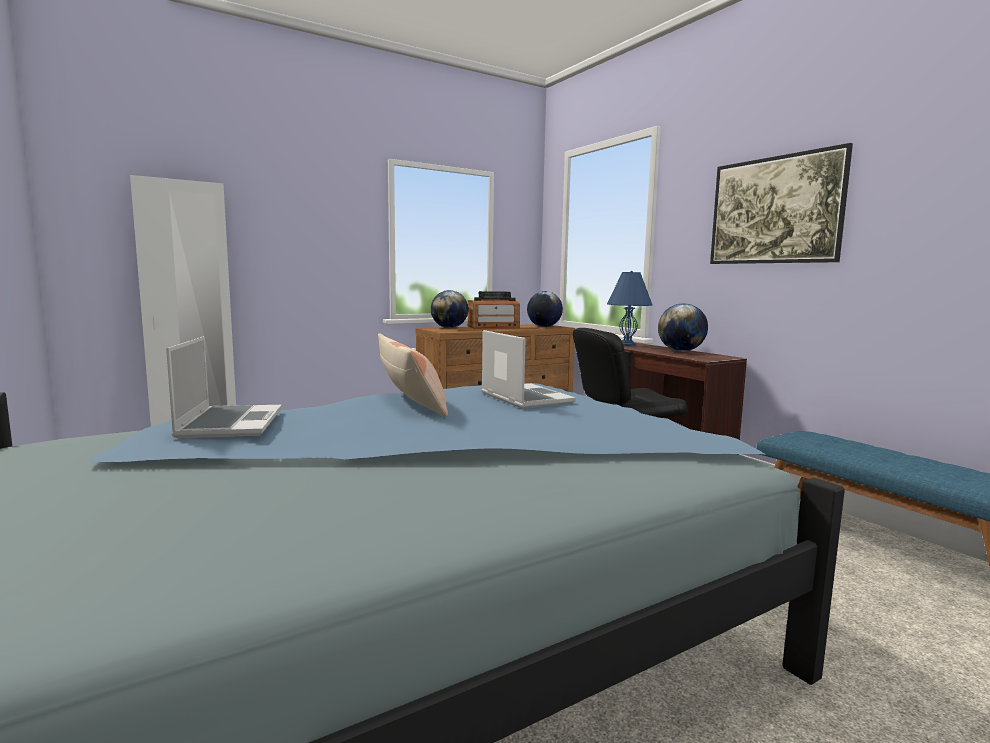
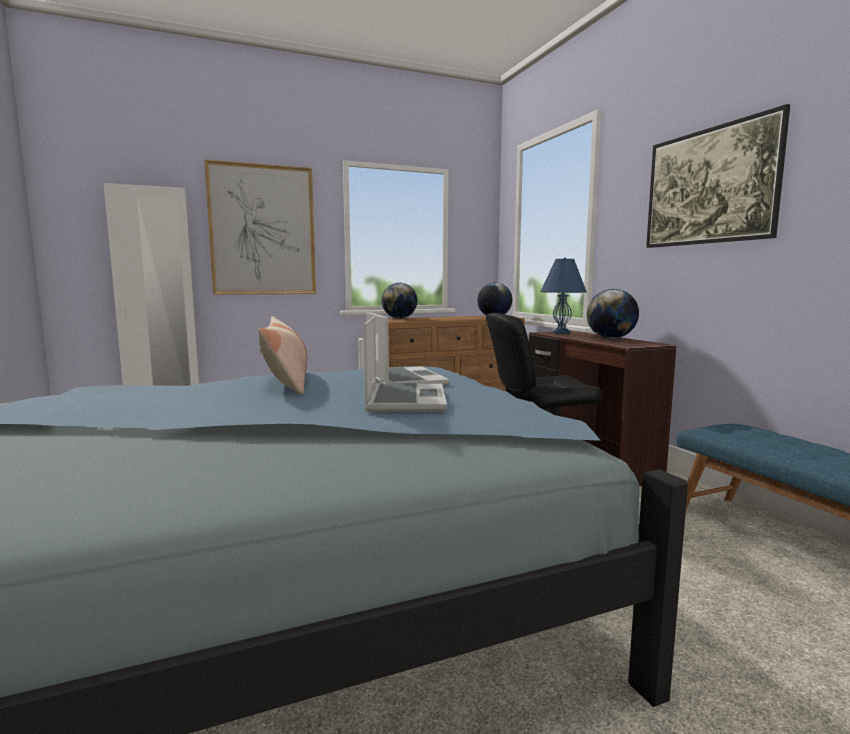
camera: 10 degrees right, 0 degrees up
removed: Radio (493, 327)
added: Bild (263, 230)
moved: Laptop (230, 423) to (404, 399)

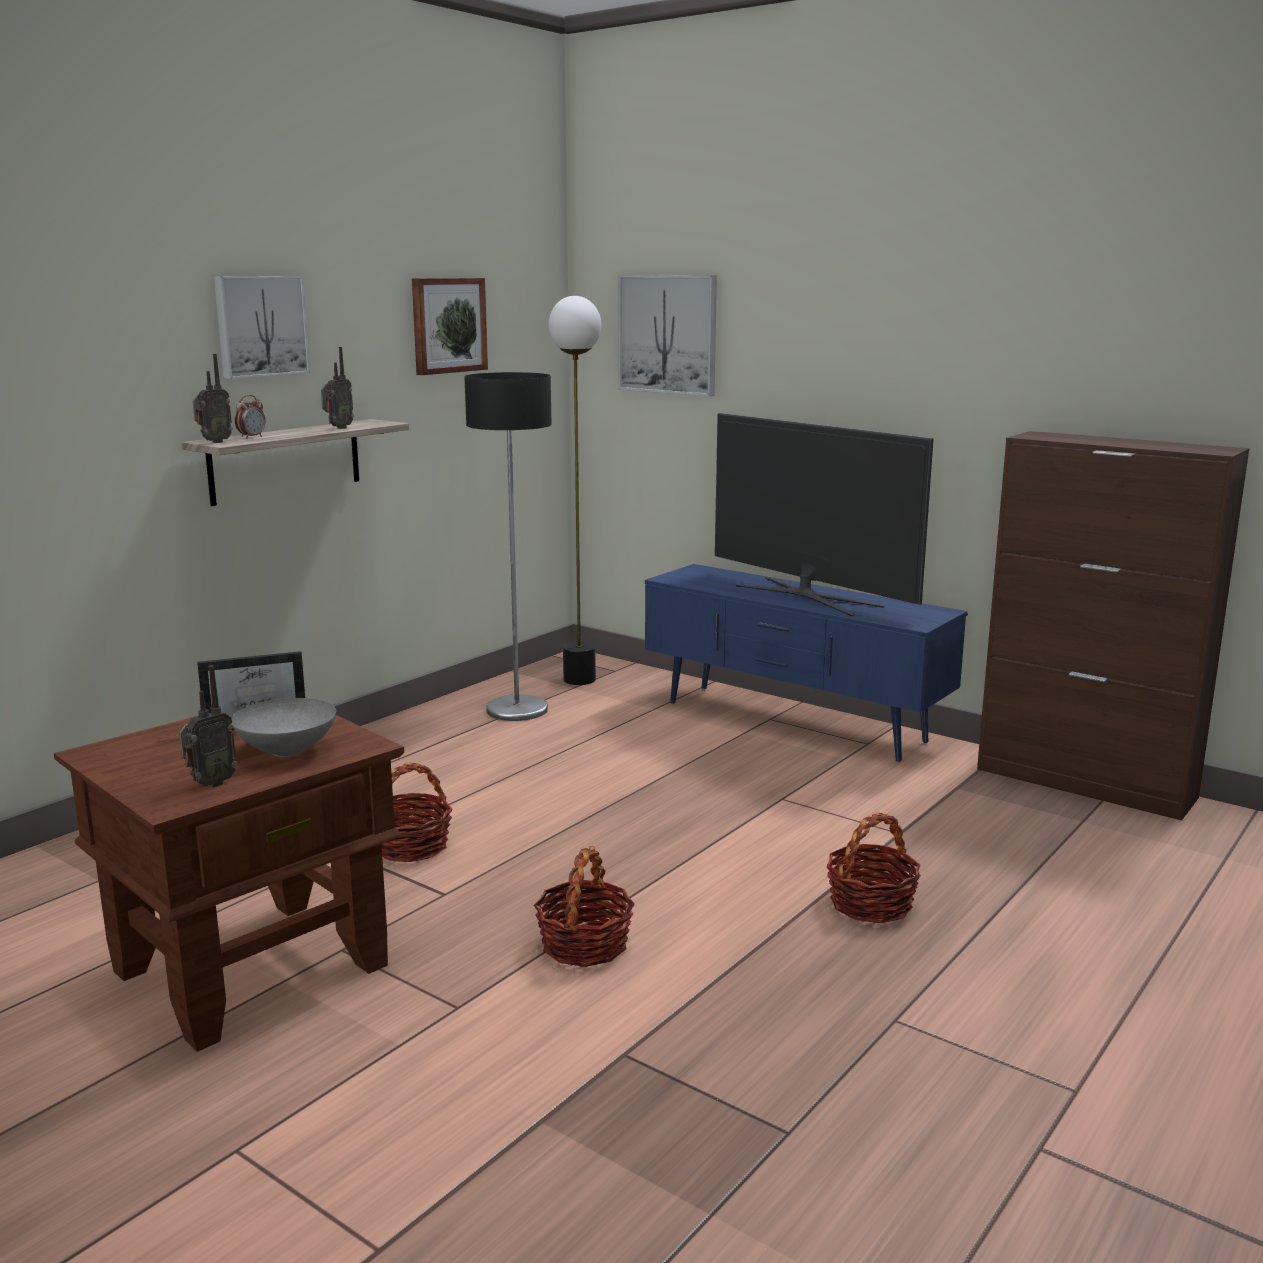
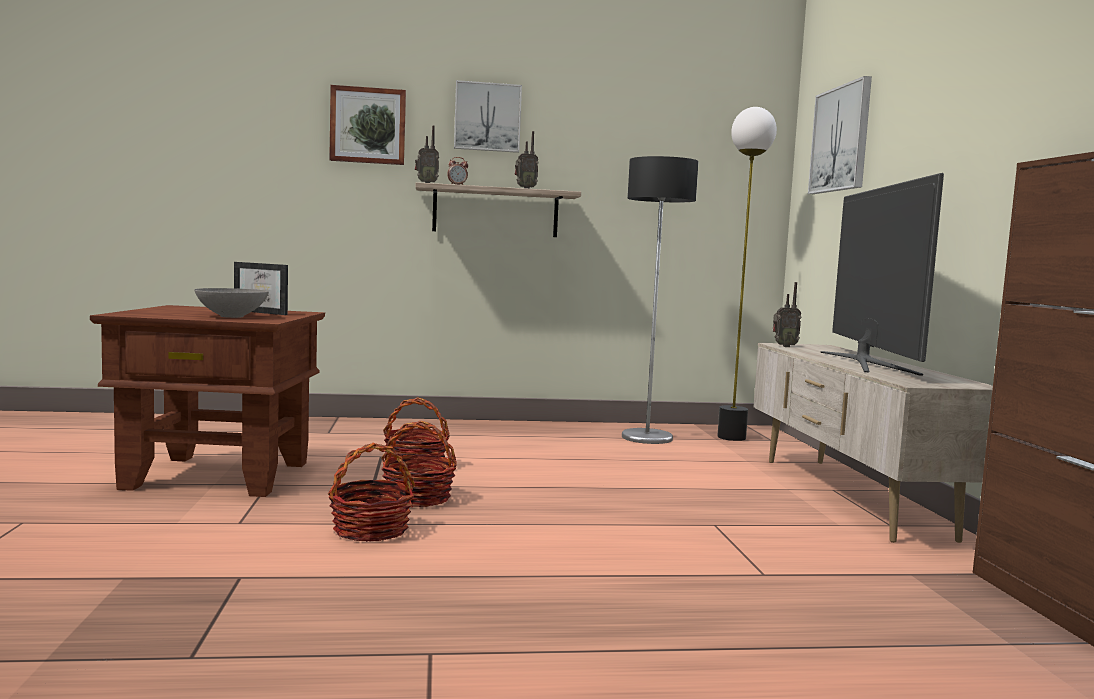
camera: 45 degrees right, 10 degrees down
moved: Radio (210, 784) to (783, 346); Bild (448, 325) to (368, 126); Korb (871, 904) to (418, 498)
recoloured: Fernsehschrank (blau) (792, 722) to Fernsehschrank (beige) (849, 496)

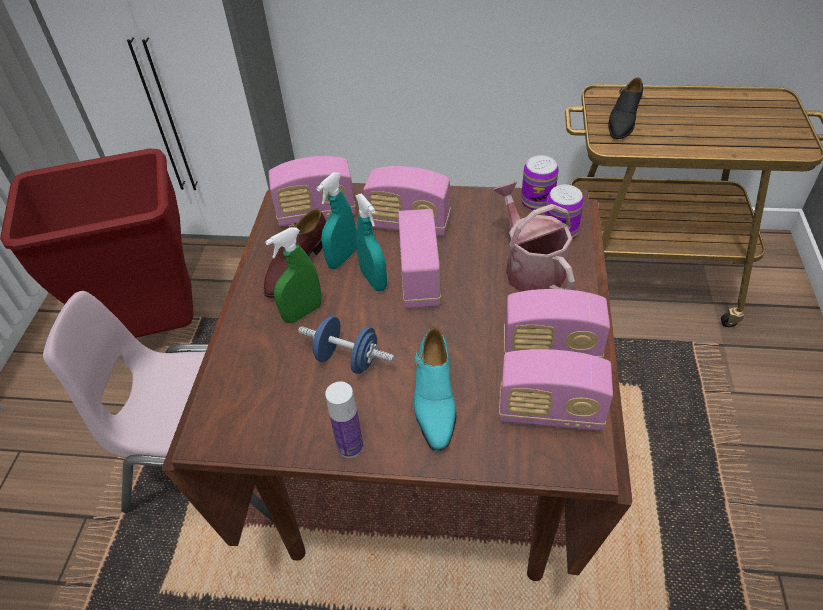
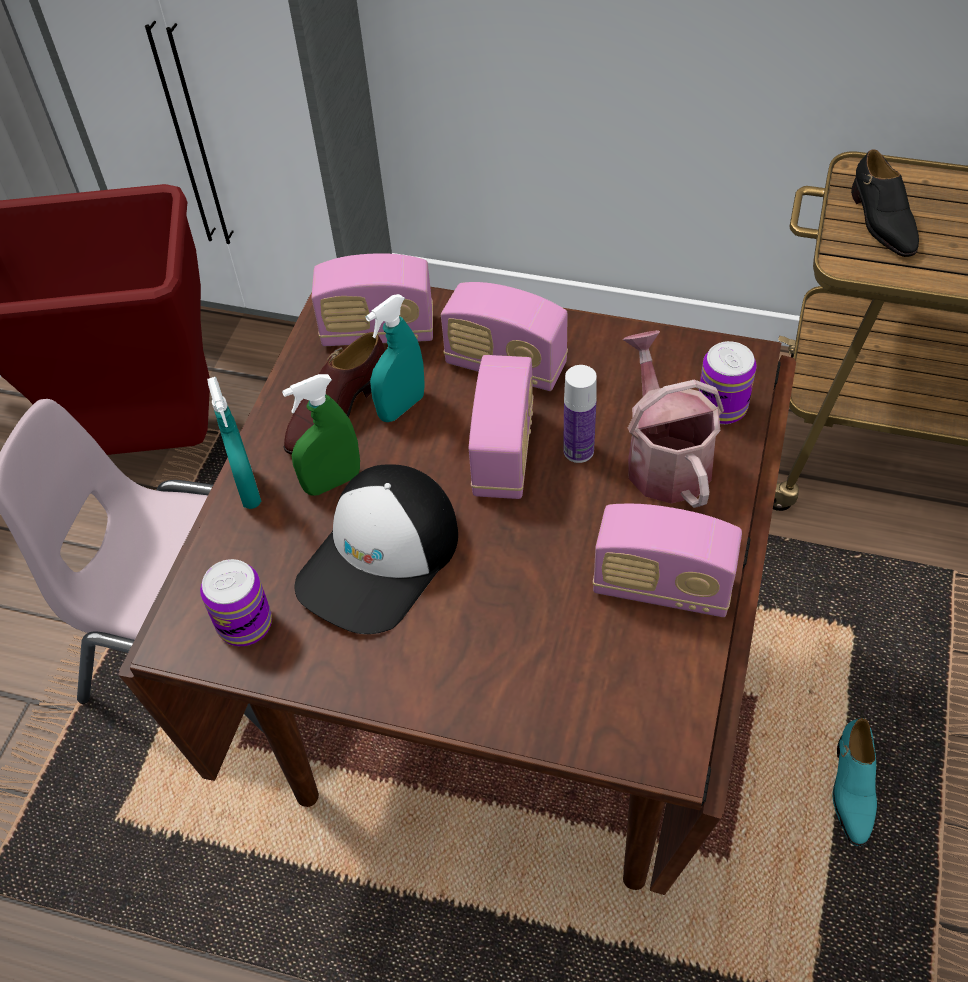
camera: 10 degrees right, 5 degrees up
removed: Radio (550, 412)
moved: Flasche (350, 446) to (578, 451); Sprühflasche (türkis) (374, 280) to (248, 489); Schuh (türkis) (434, 400) to (851, 789); Dose (537, 202) to (245, 624)
replaced: Hantel (blau) (347, 359) to Kappe (381, 559)
turned: Schuh (schwarz) (623, 121) = (881, 221) 45 degrees counterclockwise

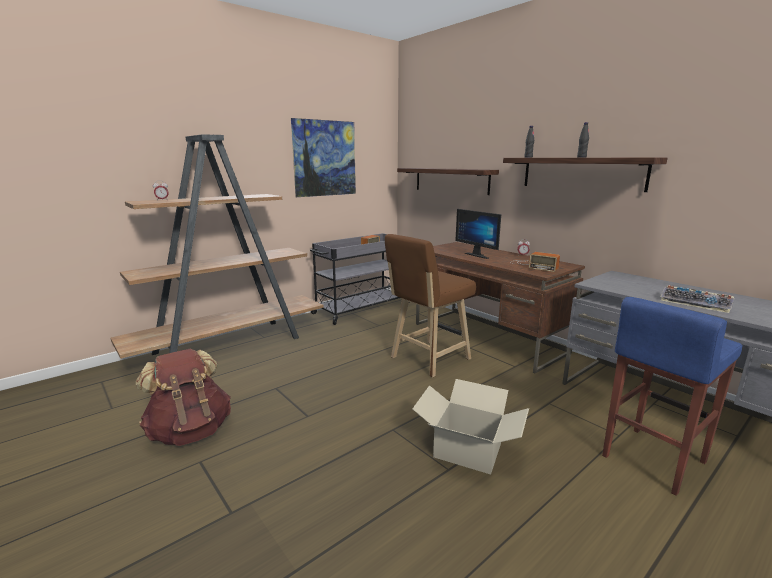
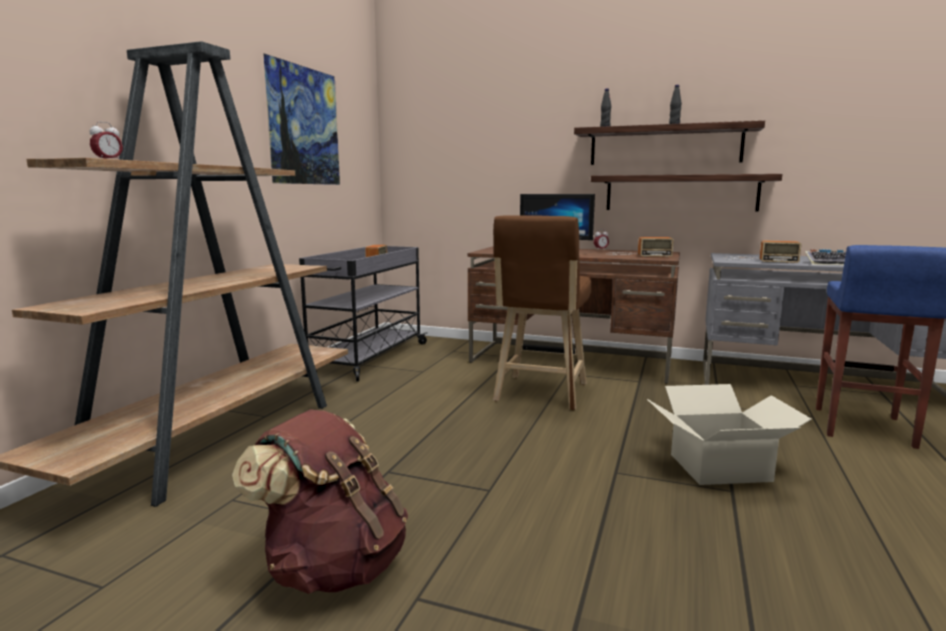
camera: 30 degrees left, 5 degrees down
added: Radio (757, 260)
moved: Wandregal (451, 180) to (680, 193)

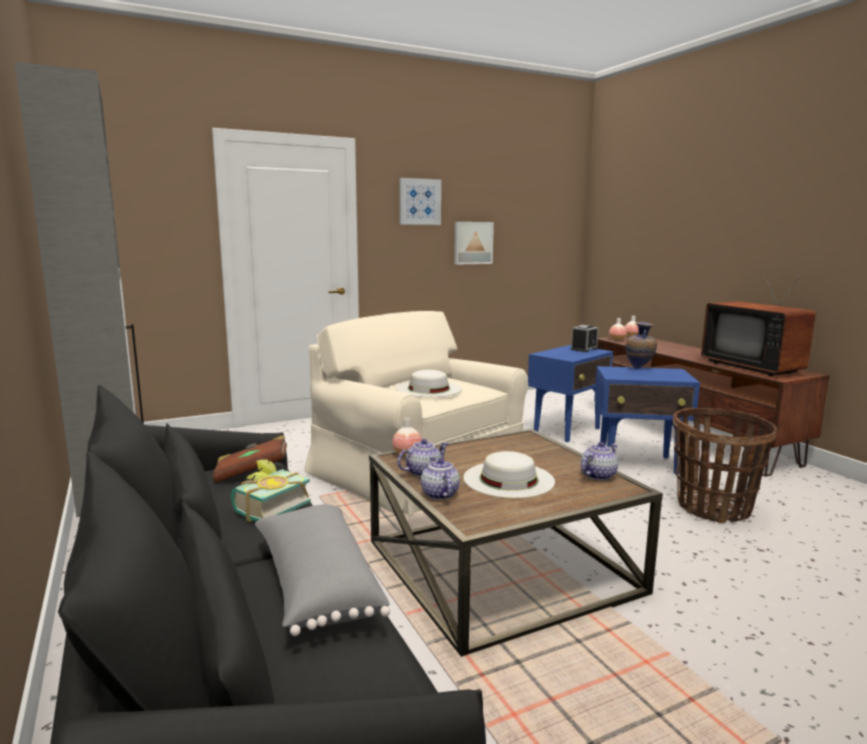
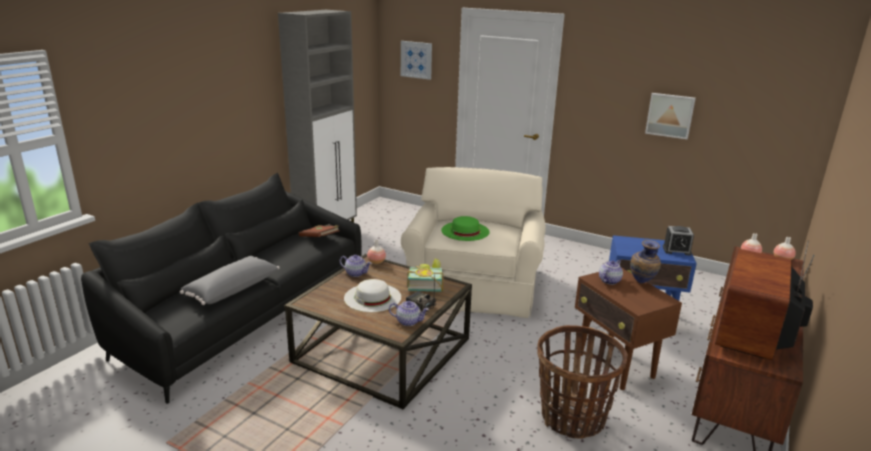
camera: 55 degrees right, 10 degrees up
added: Radio (420, 306)
moved: Buch (267, 508) to (425, 284); Bild (419, 201) to (416, 59); Teekanne (439, 494) to (609, 280)
recoloured: Hut (weiß) (428, 388) to Hut (grün) (465, 231); Beistelltisch (blau) (638, 464) to Beistelltisch (braun) (615, 366)

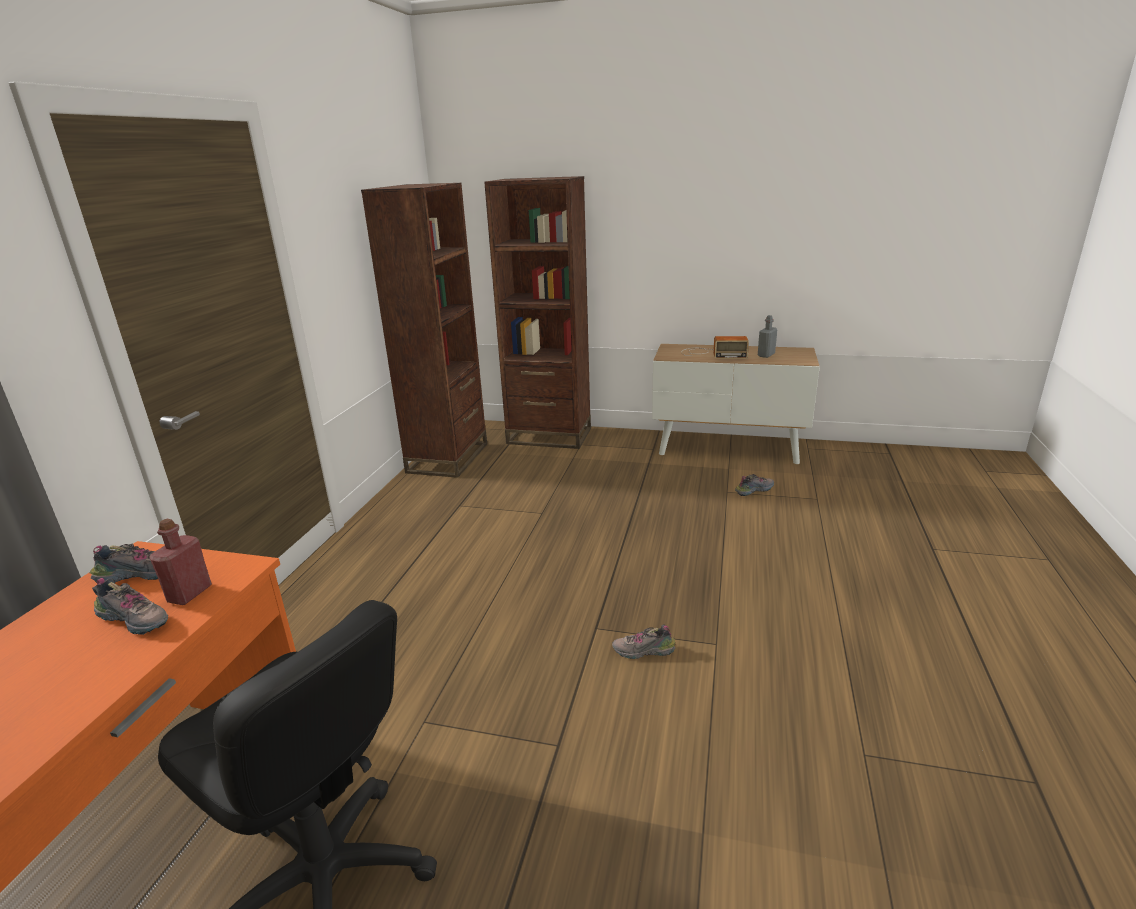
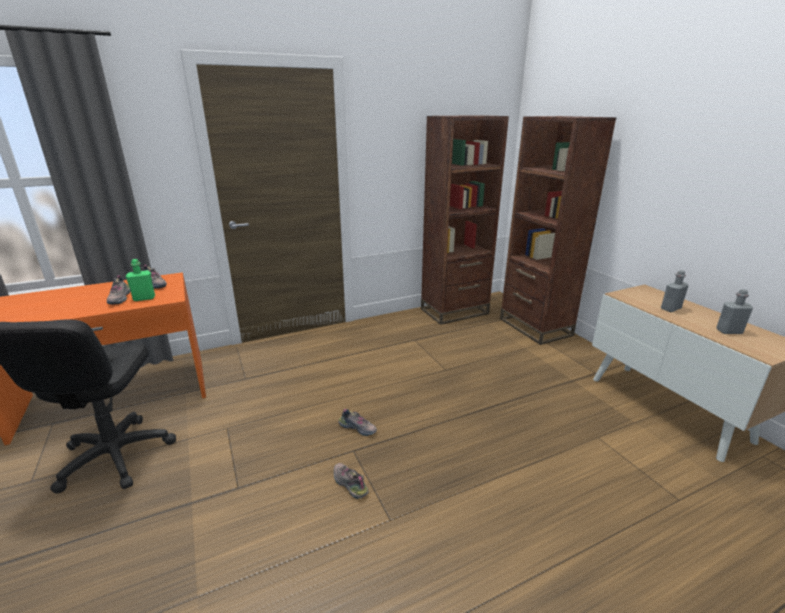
camera: 50 degrees right, 0 degrees up
moved: Schuh (754, 490) to (358, 428)
replaced: Radio (711, 354) to Flasche (grau) (670, 309)
recoloured: Flasche (rot) (189, 594) to Flasche (grün) (144, 298)

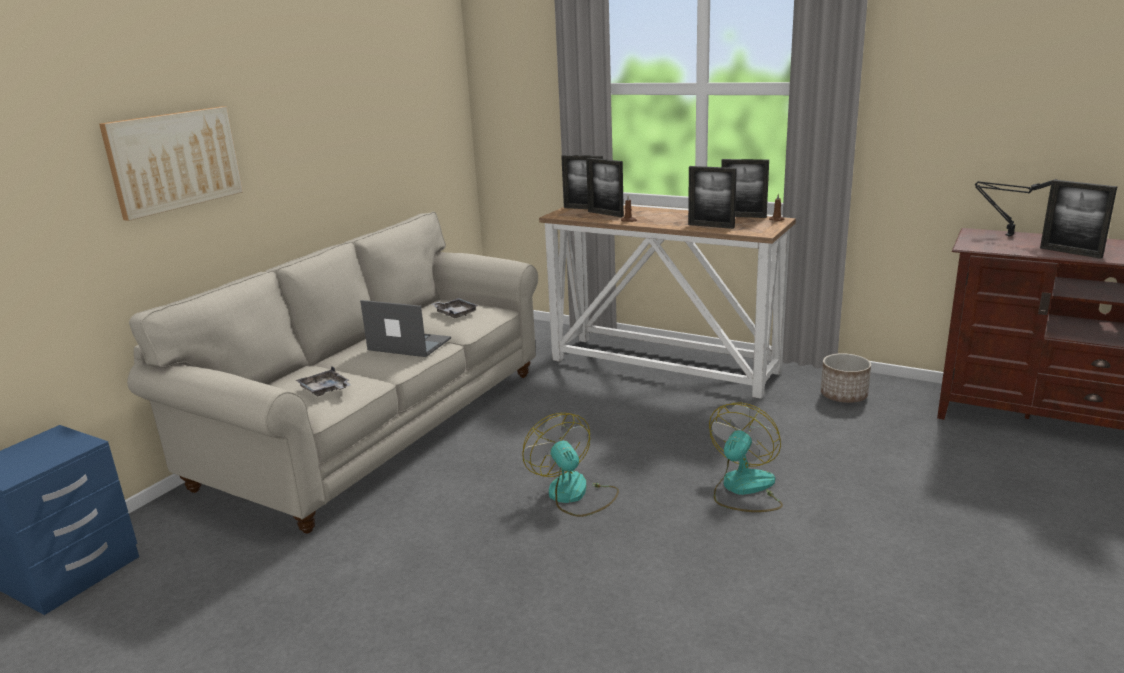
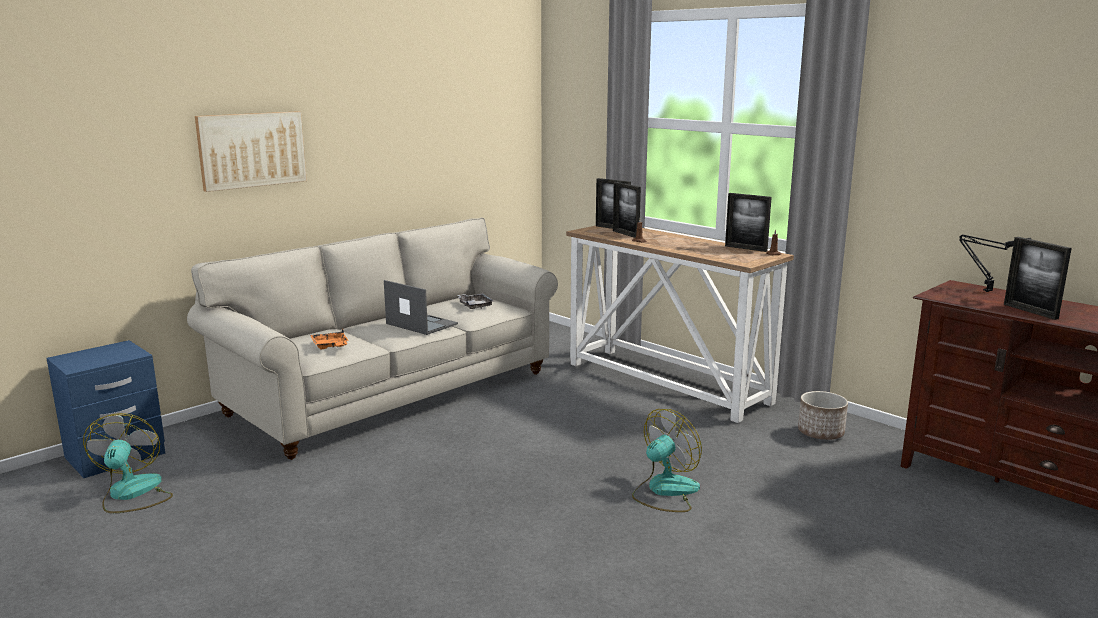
camera: 15 degrees right, 5 degrees down
removed: Bilderrahmen (711, 226)
moved: Ventilator (574, 495) to (132, 494)
recoloured: Tablett (grau) (325, 390) to Tablett (orange) (330, 346)

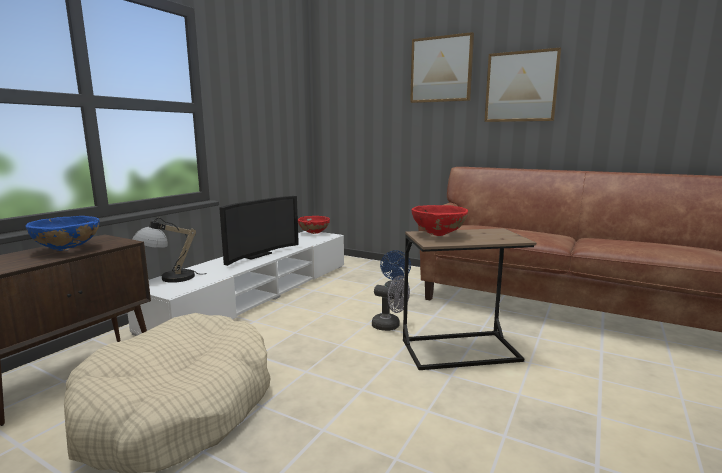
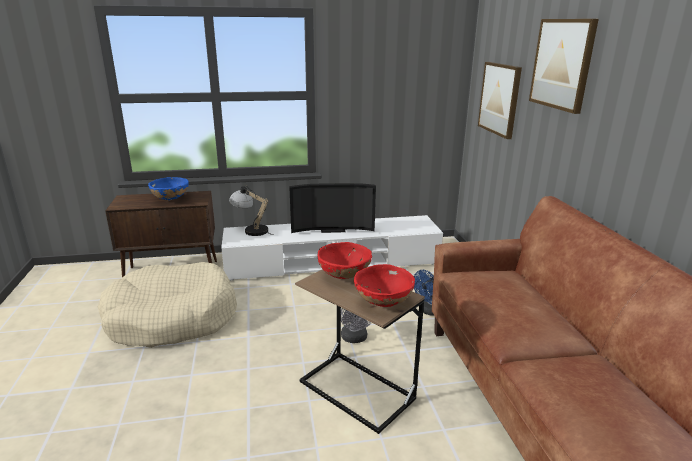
camera: 50 degrees right, 10 degrees up
moved: Schüssel (rot) (314, 233) to (383, 303); Bild (521, 87) to (500, 99)

